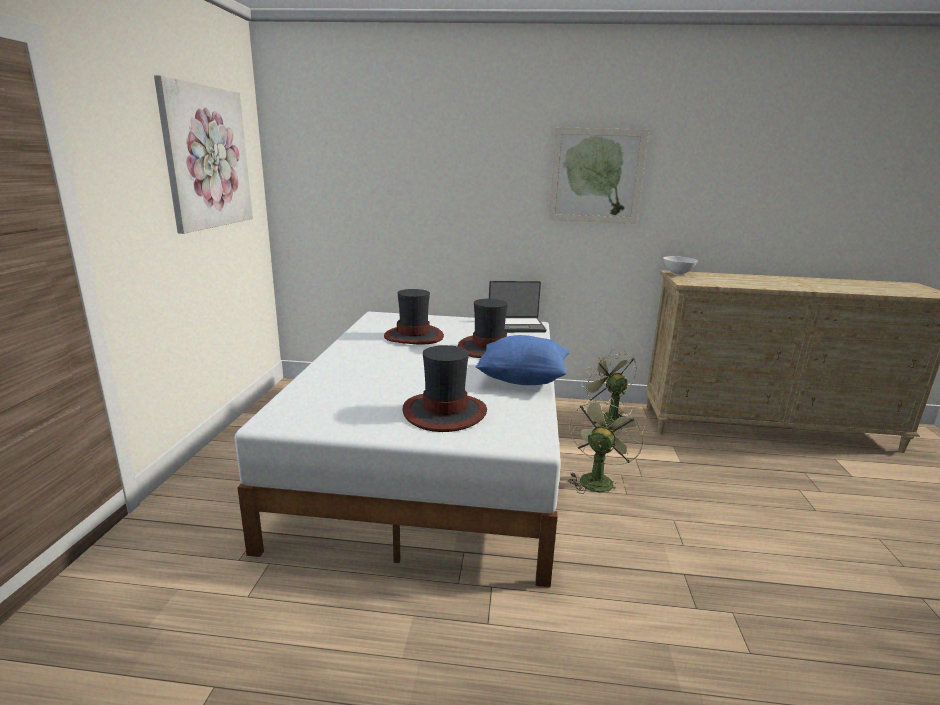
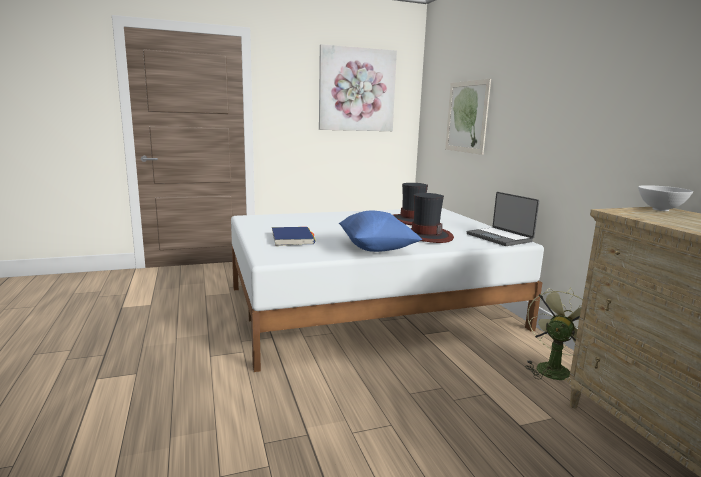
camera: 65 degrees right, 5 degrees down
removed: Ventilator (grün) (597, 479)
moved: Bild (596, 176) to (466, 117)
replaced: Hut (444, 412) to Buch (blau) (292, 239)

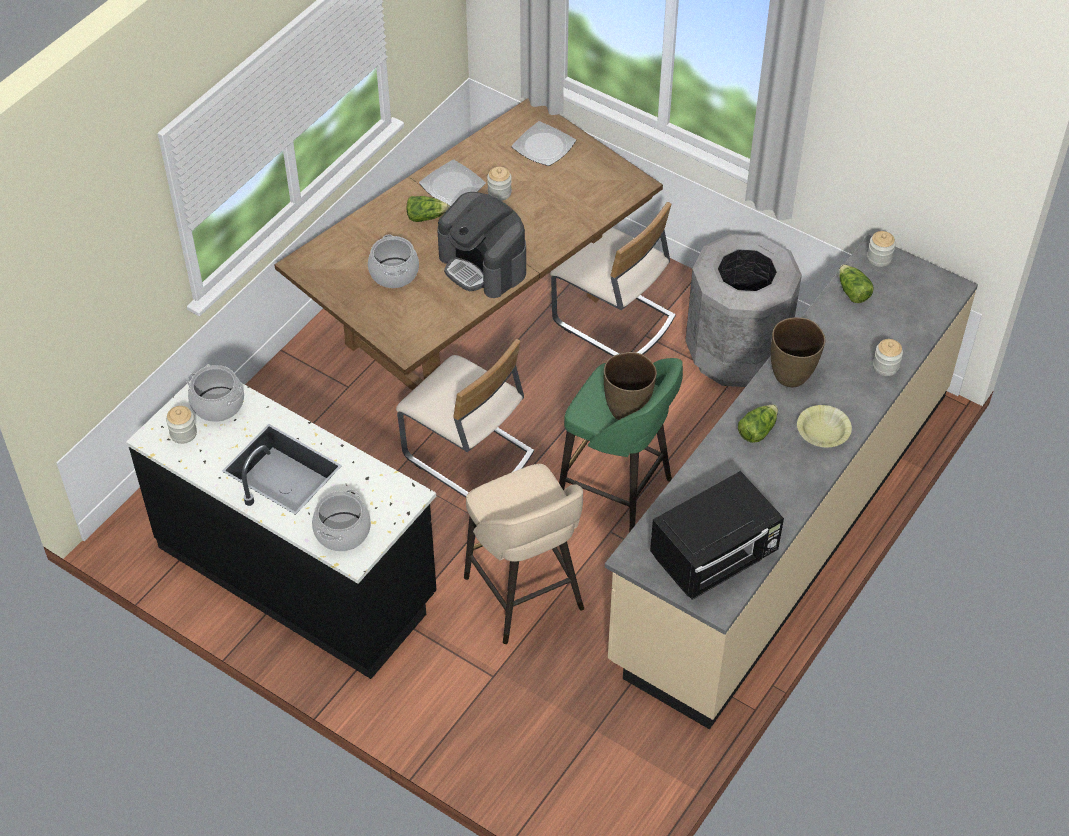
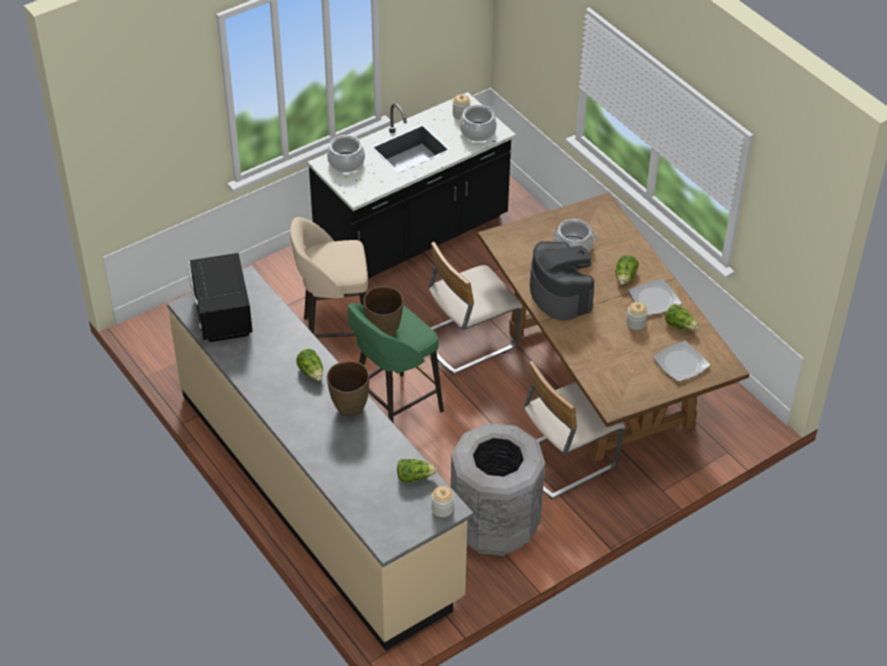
camera: 110 degrees right, 5 degrees down
removed: Schüssel (gelb) (823, 432); Vorratsglas (885, 366)
added: Salatkopf (680, 325)
turned: Kaffeemaschine (483, 265) = (560, 294) 90 degrees clockwise

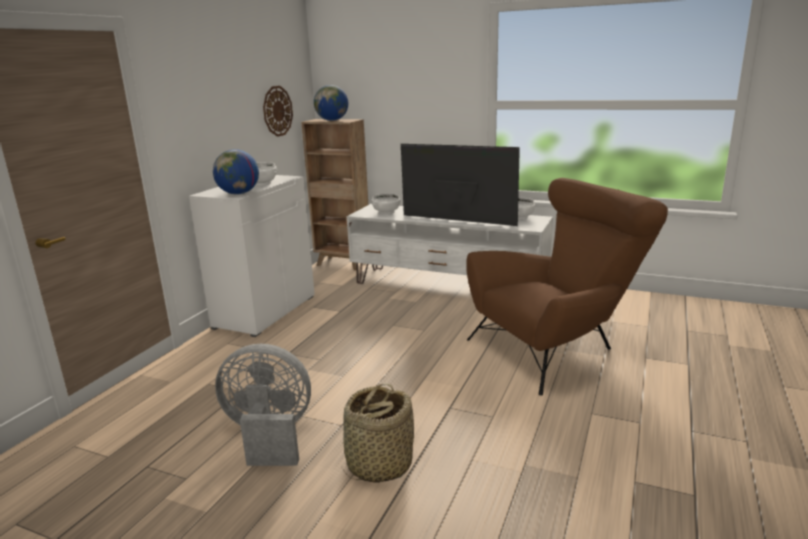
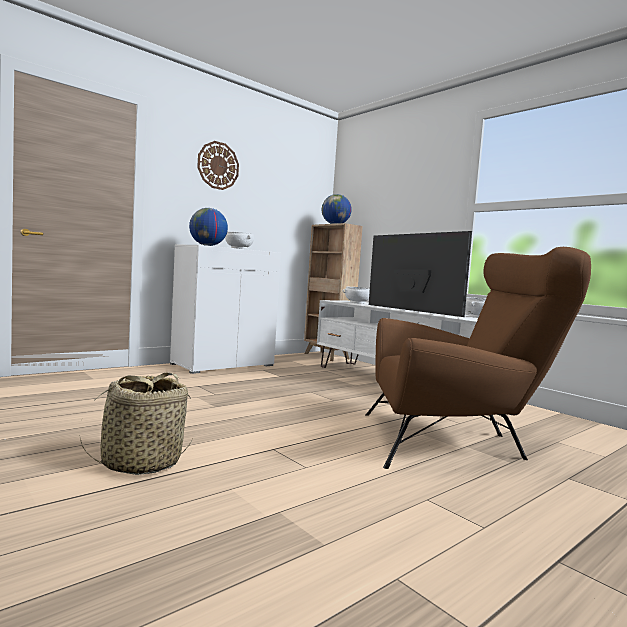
camera: 25 degrees right, 15 degrees down
removed: Ventilator (grau) (269, 436)
moved: Wanduhr (277, 111) to (218, 165)

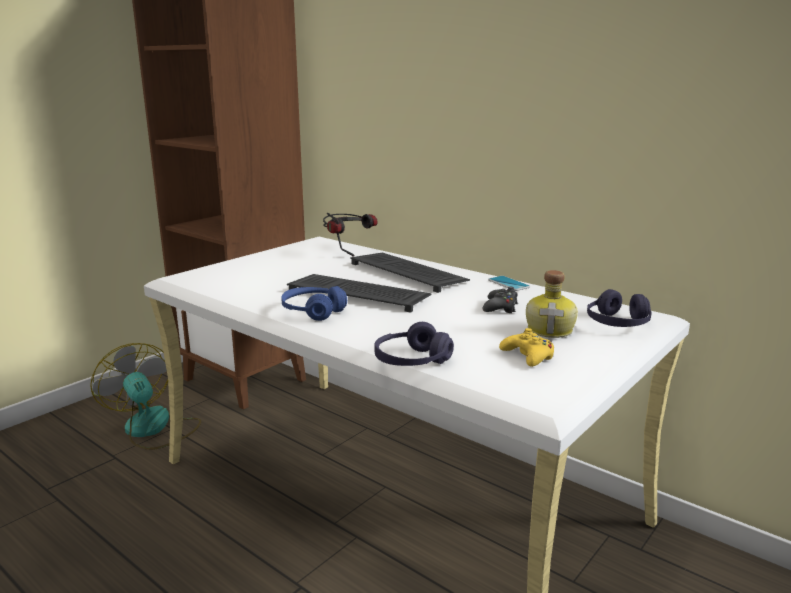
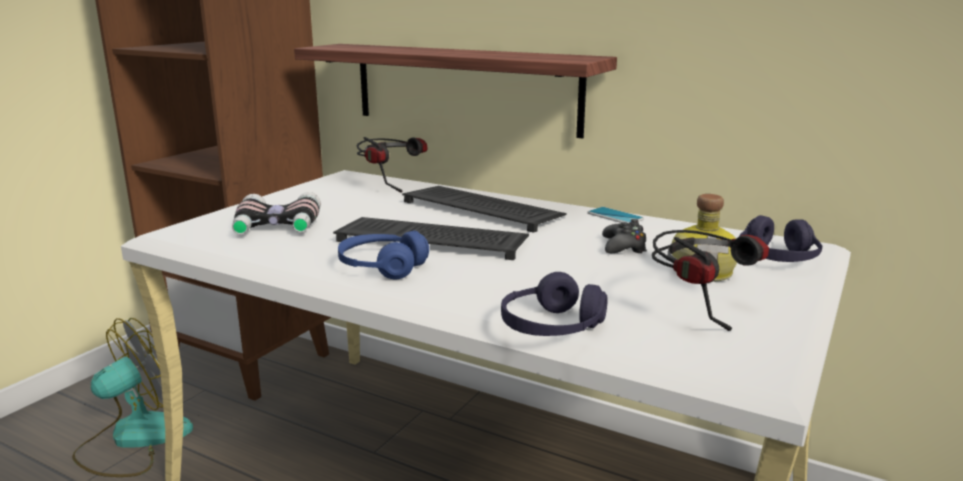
camera: 10 degrees left, 0 degrees up
added: Fernglas (277, 227); Wandregal (464, 88)
replaced: Gamepad (gelb) (528, 356) to Kopfhörer (698, 308)
turned: Ventilator (153, 429) = (133, 440) 90 degrees clockwise

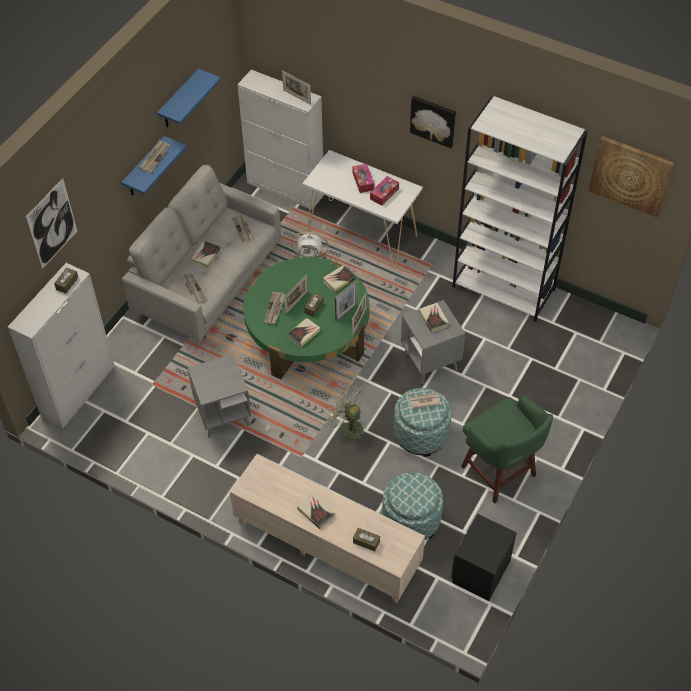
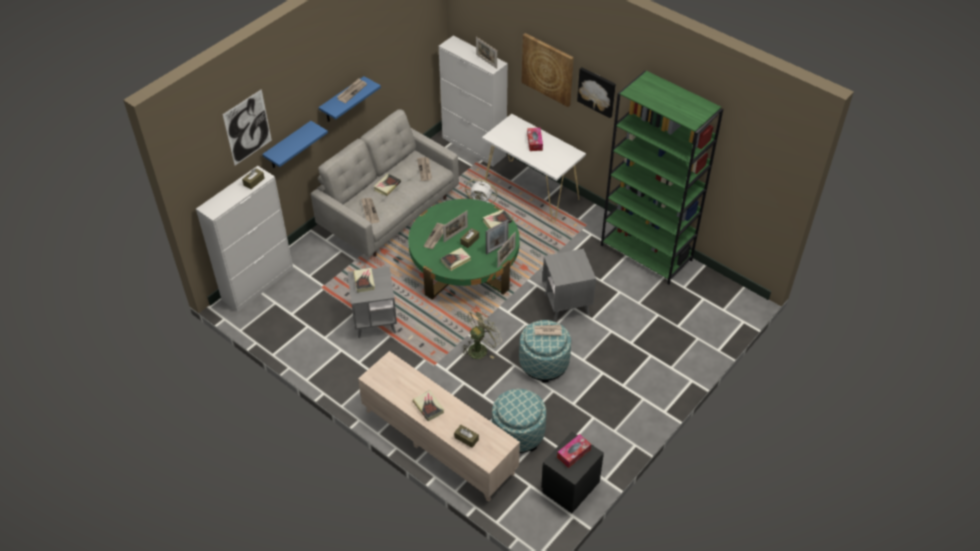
camera: 10 degrees right, 5 degrees down
removed: Hocker (grün) (500, 473)
moved: Wandregal (blau) (179, 100) to (288, 146); Taschentuchbox (384, 194) to (573, 453); Buch (433, 319) to (364, 281); Bild (630, 175) to (548, 69)
recoloured: Bücherregal (weiß) (504, 288) to Bücherregal (grün) (646, 253)
turned: Ventilator (grün) (348, 428) = (480, 348) 90 degrees clockwise

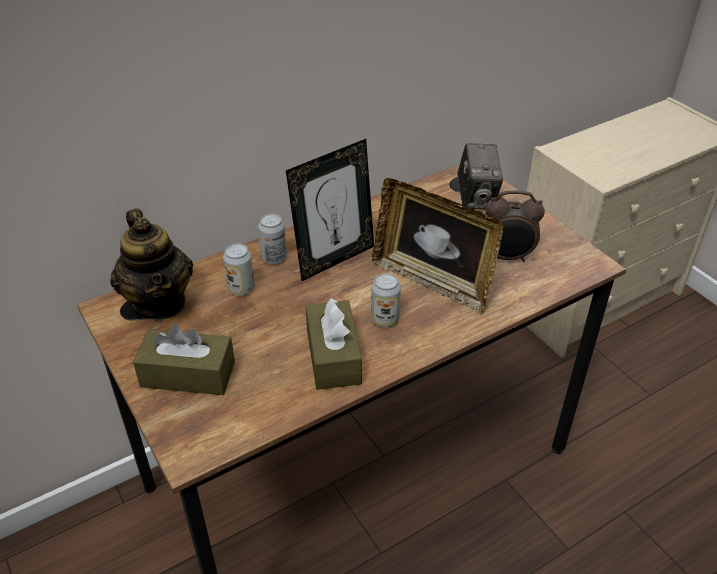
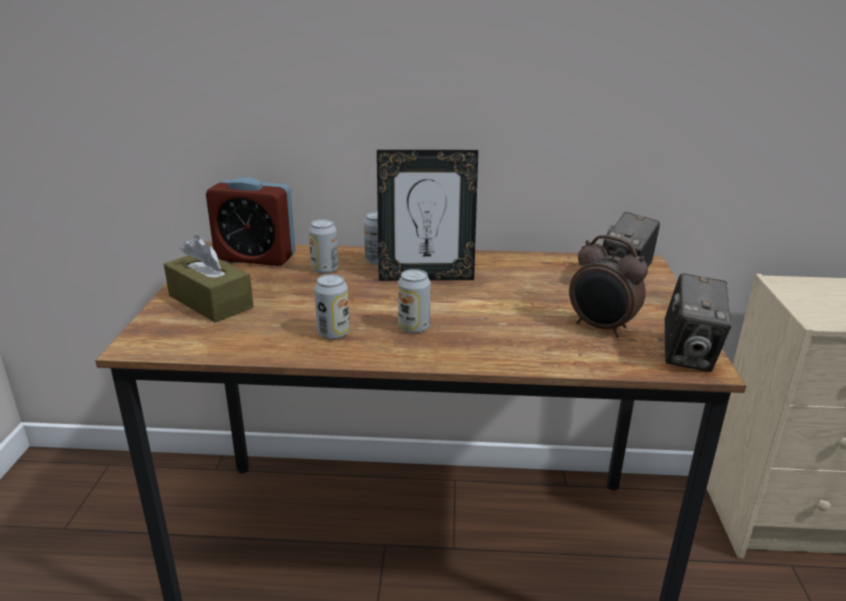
camera: 35 degrees right, 15 degrees down
removed: Bilderrahmen (432, 281)
added: Kamera (688, 355)
replaced: Teekanne (160, 302) to Wecker (255, 257); Taschentuchbox (braun) (333, 356) to Dose (333, 333)

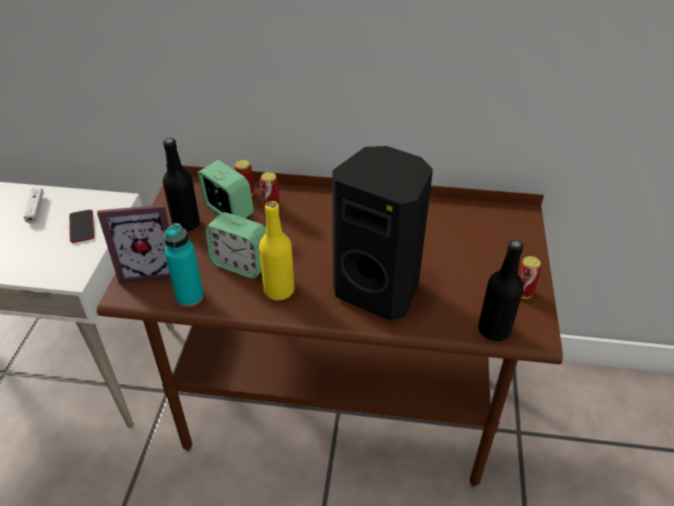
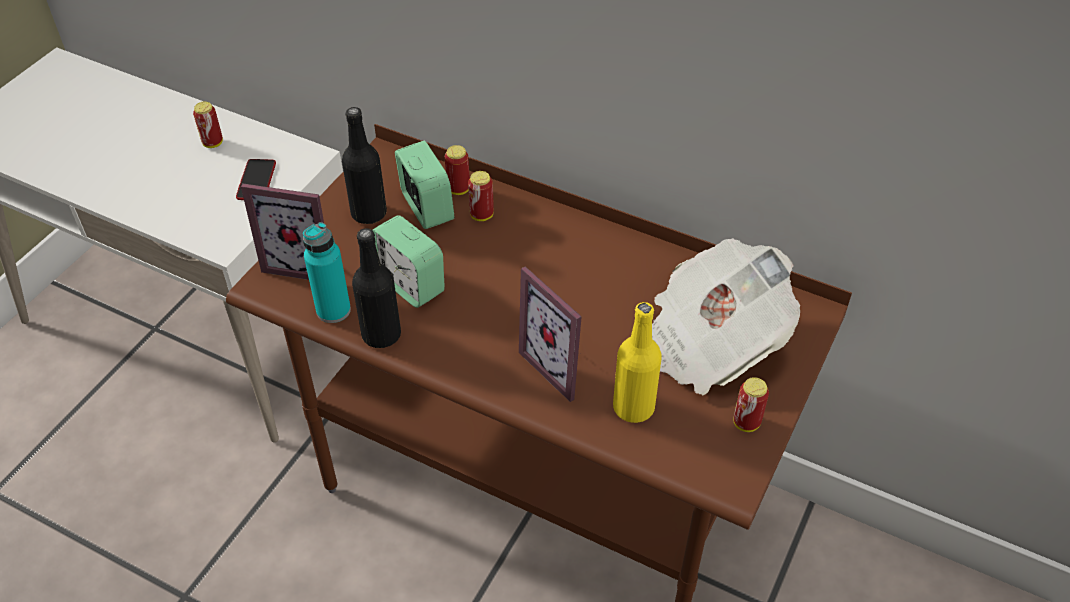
camera: 20 degrees right, 5 degrees up
added: Zeitung (708, 342)
moved: Flasche (gelb) (279, 290) to (633, 407); Flasche (schwarz) (494, 330) to (381, 335)
replaced: Gamepad (weiß) (35, 209) to Dose (213, 143); Lautsprecher (schwarz) (378, 289) to Bilderrahmen (562, 365)

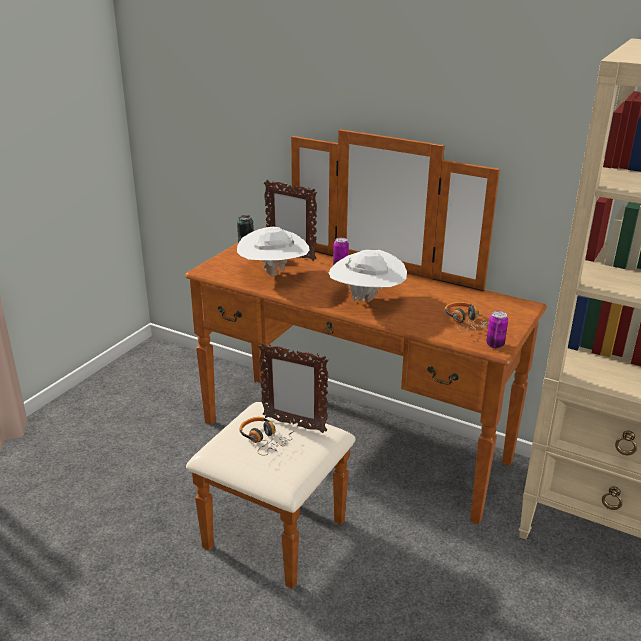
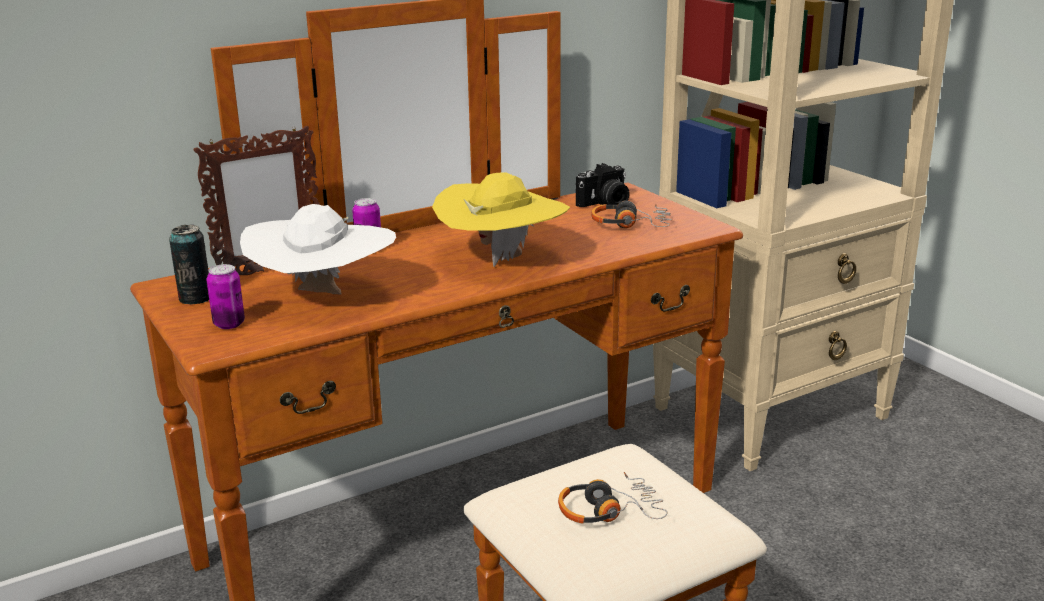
camera: 60 degrees left, 5 degrees down
removed: Bilderrahmen (294, 424)
added: Kamera (605, 204)
moved: Dose (495, 345) to (229, 324)
recoloured: Hut (weiß) (367, 300) to Hut (gelb) (502, 259)

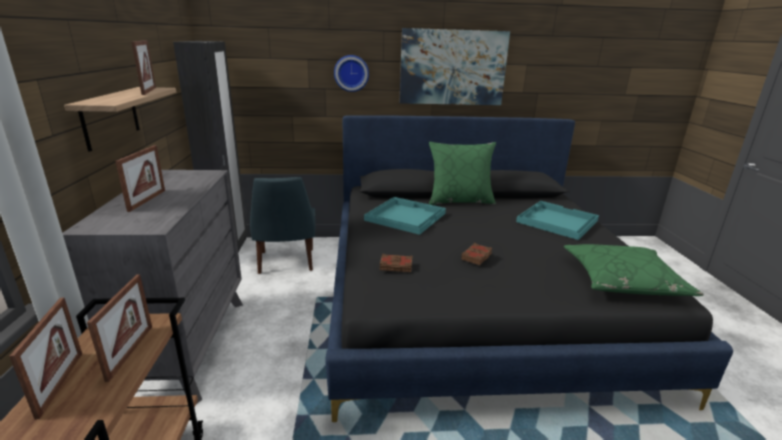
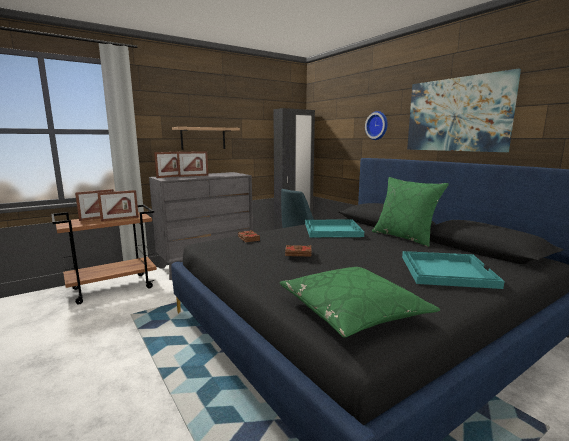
camera: 60 degrees right, 10 degrees down
moved: Bilderrahmen (149, 91) to (170, 176)

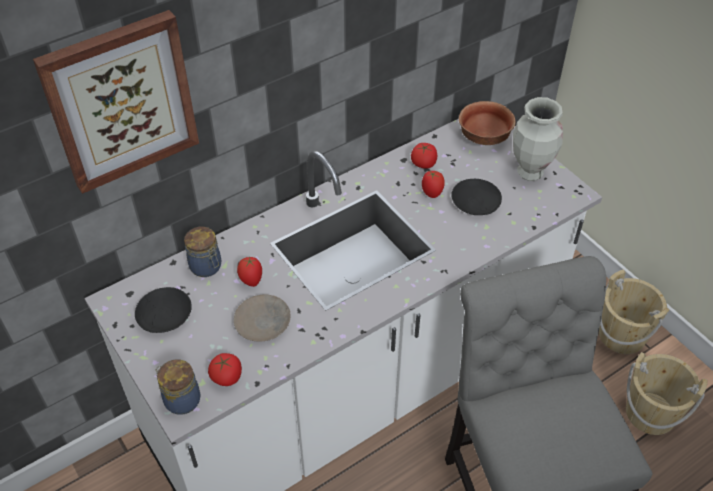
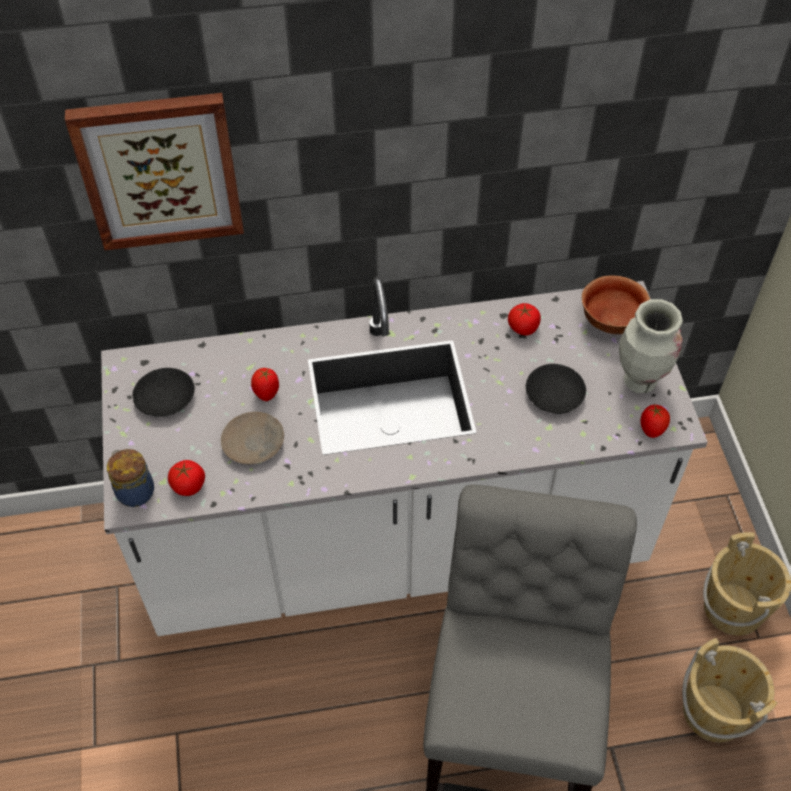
camera: 25 degrees right, 5 degrees up
removed: Vorratsglas (206, 267)
moved: Tomate (432, 193) to (651, 430)

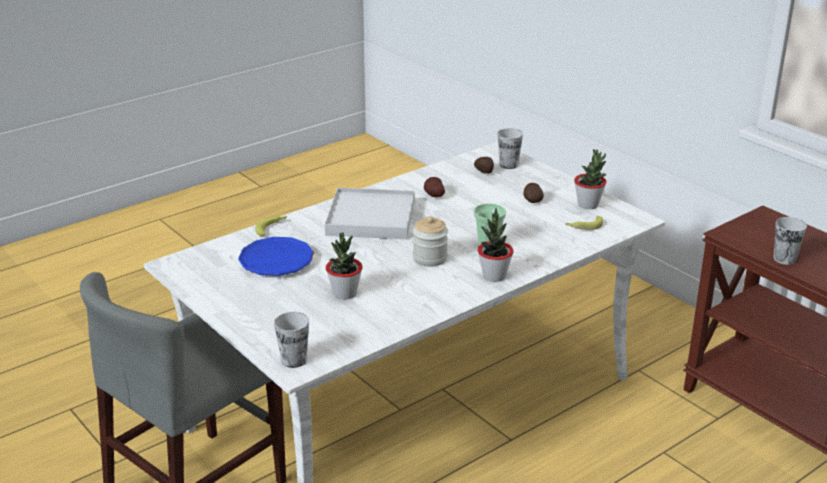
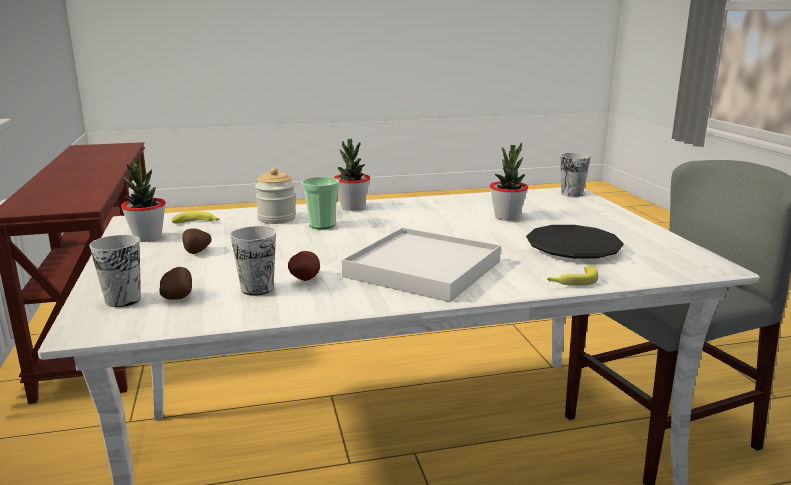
camera: 155 degrees left, 10 degrees down
moved: Vorratsglas (430, 258) to (277, 218); Tasse (784, 259) to (257, 289)
recoloured: Teller (blau) (276, 261) to Teller (schwarz) (573, 248)

